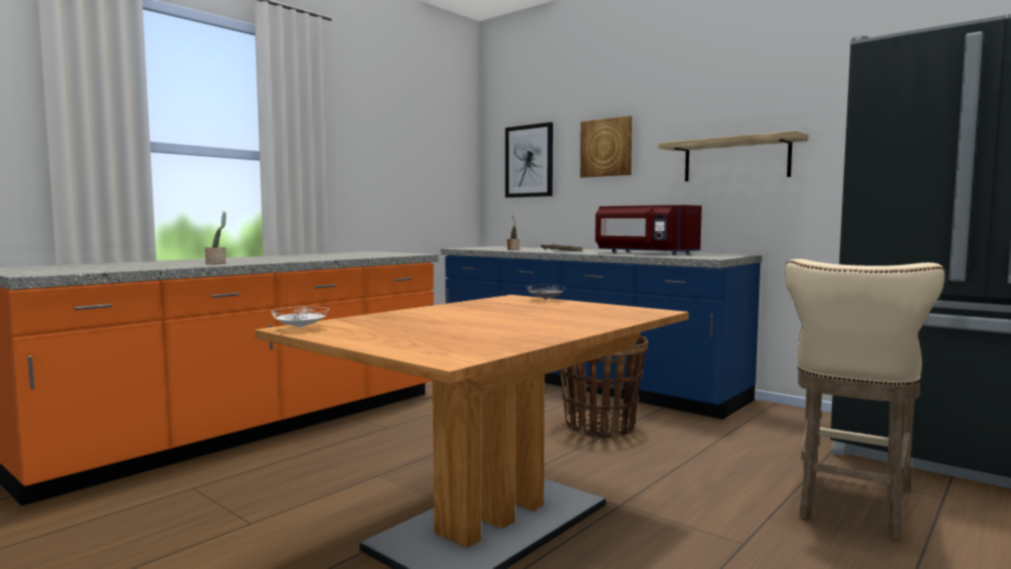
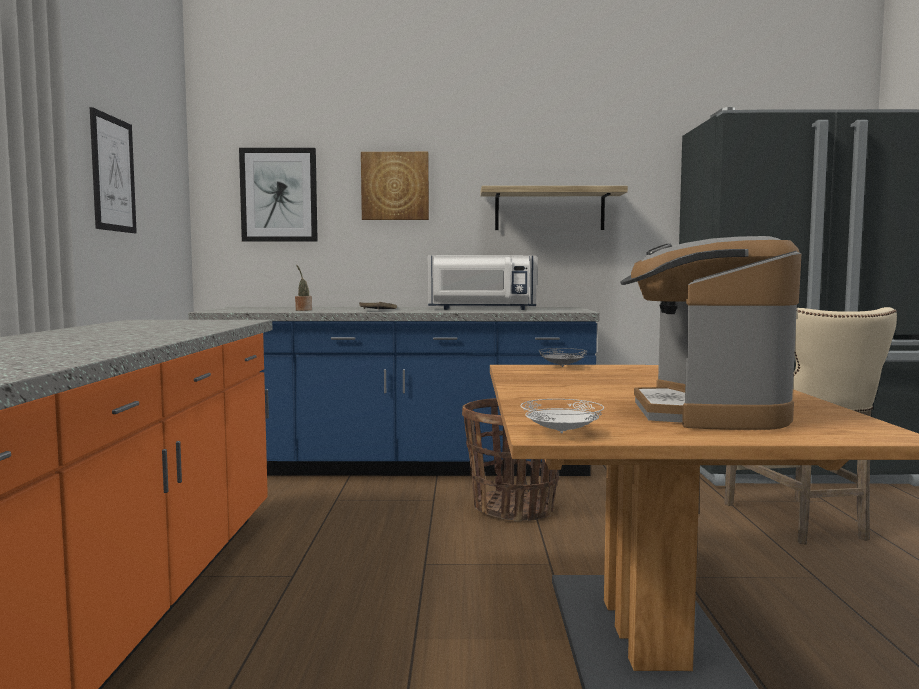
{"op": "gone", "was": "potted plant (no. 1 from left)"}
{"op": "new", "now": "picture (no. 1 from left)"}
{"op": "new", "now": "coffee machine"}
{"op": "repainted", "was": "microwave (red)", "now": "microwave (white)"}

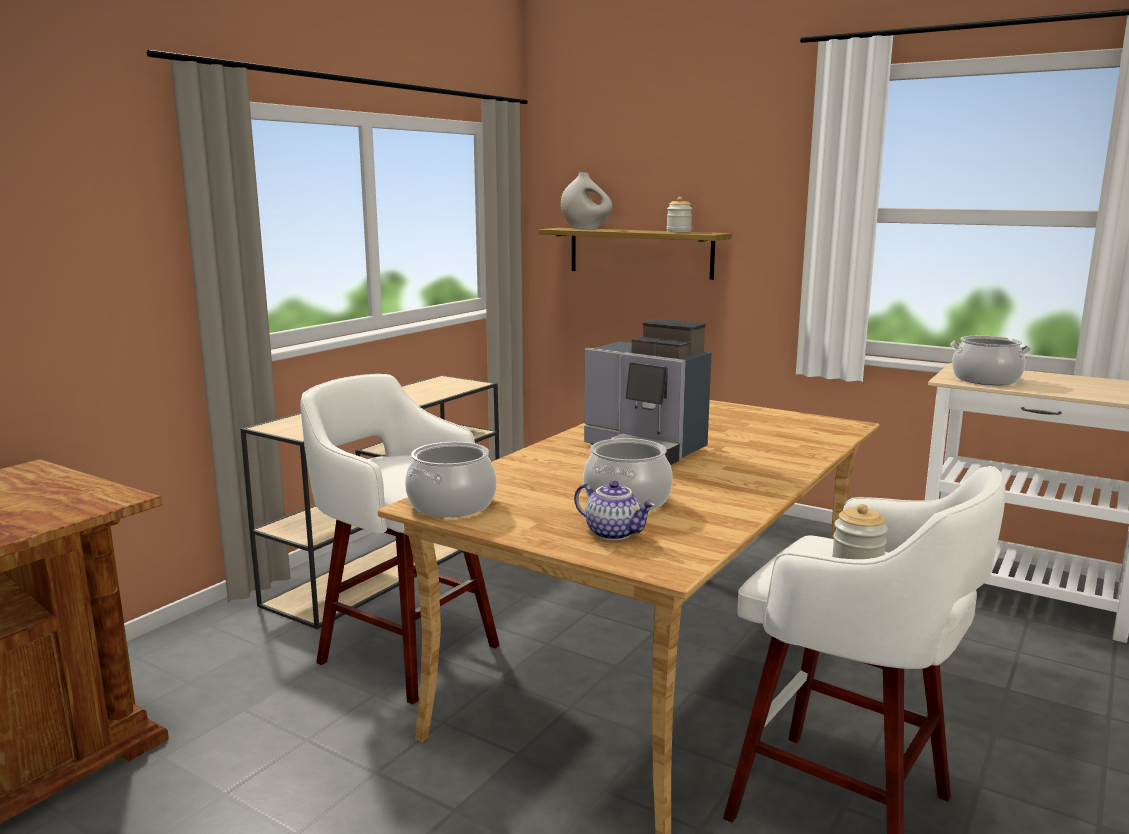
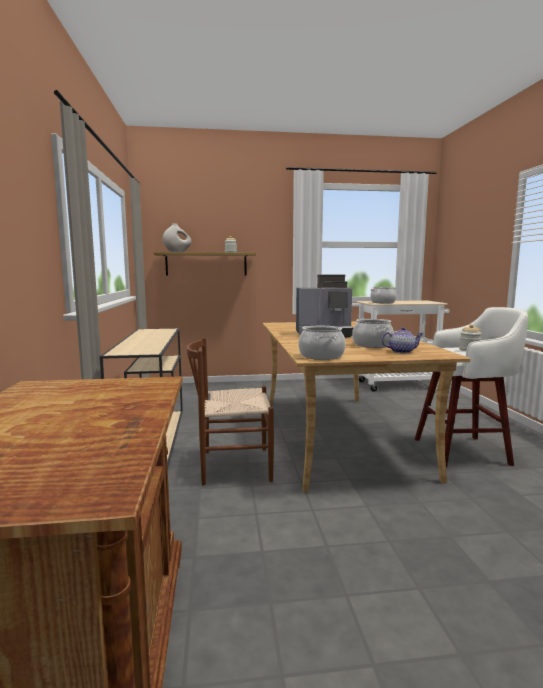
{"op": "swapped", "was": "stool (white) (no. 1 from left)", "now": "chair (brown)"}

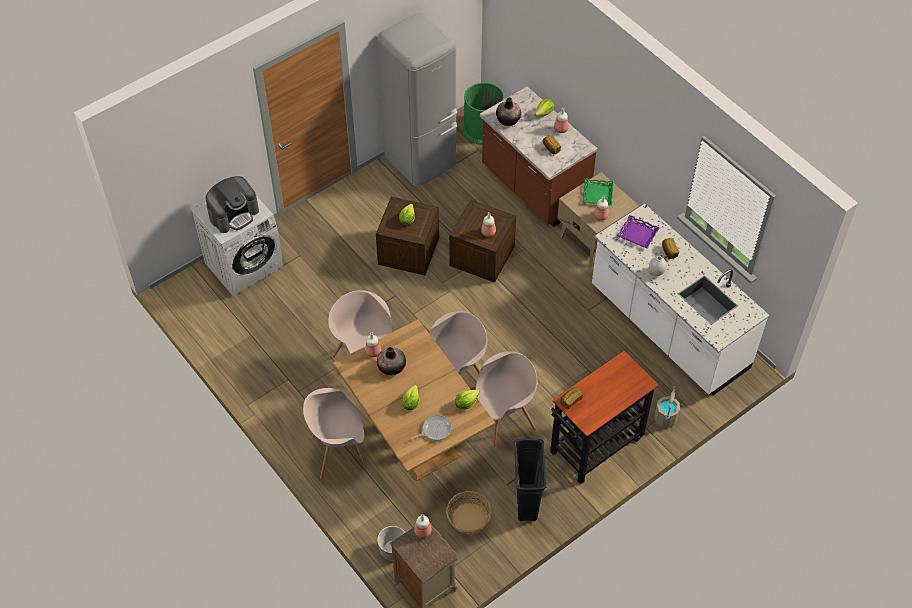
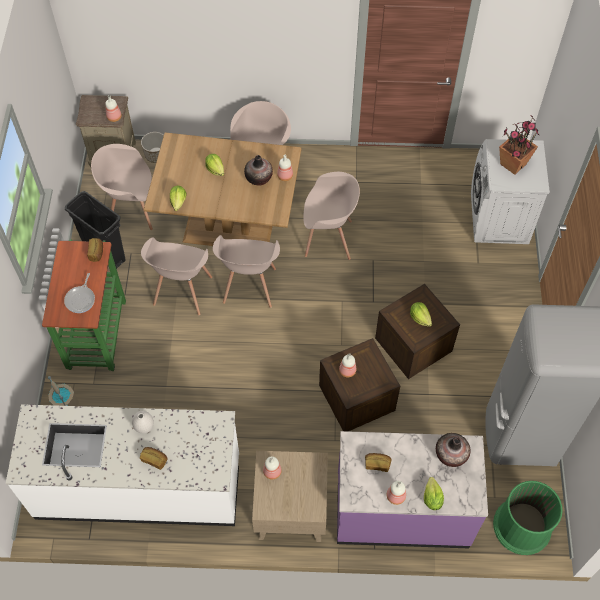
{"op": "gone", "was": "tray (green)"}
{"op": "gone", "was": "tray (purple)"}
{"op": "shifted", "was": "frying pan"}
{"op": "swapped", "was": "coffee machine", "now": "potted plant"}
{"op": "swapped", "was": "basket", "now": "chair (beige) (no. 1 from left)"}
{"op": "repainted", "was": "counter (brown)", "now": "counter (purple)"}
{"op": "repainted", "was": "cart (black)", "now": "cart (green)"}

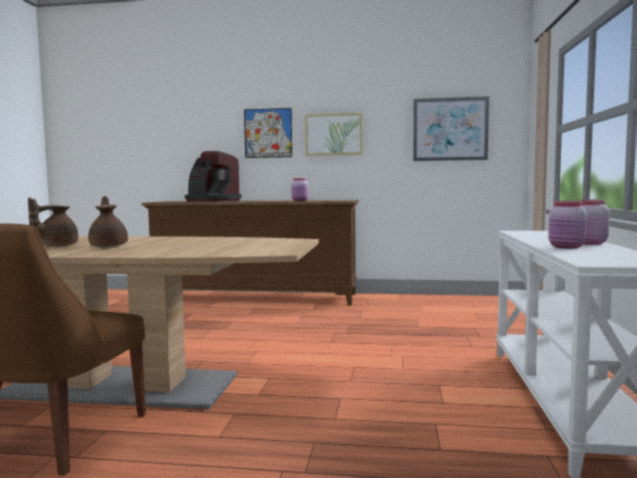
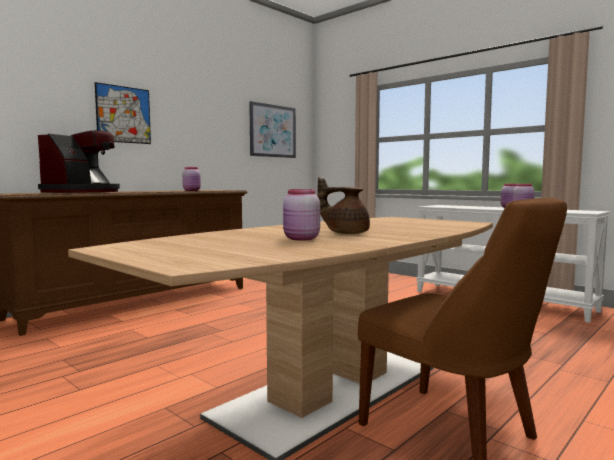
{"op": "gone", "was": "picture (no. 2 from left)"}
{"op": "swapped", "was": "teapot (brown) (no. 1 from left)", "now": "jar (pink) (no. 2 from left)"}
{"op": "rotated", "was": "coffee machine", "clockwise": -45}

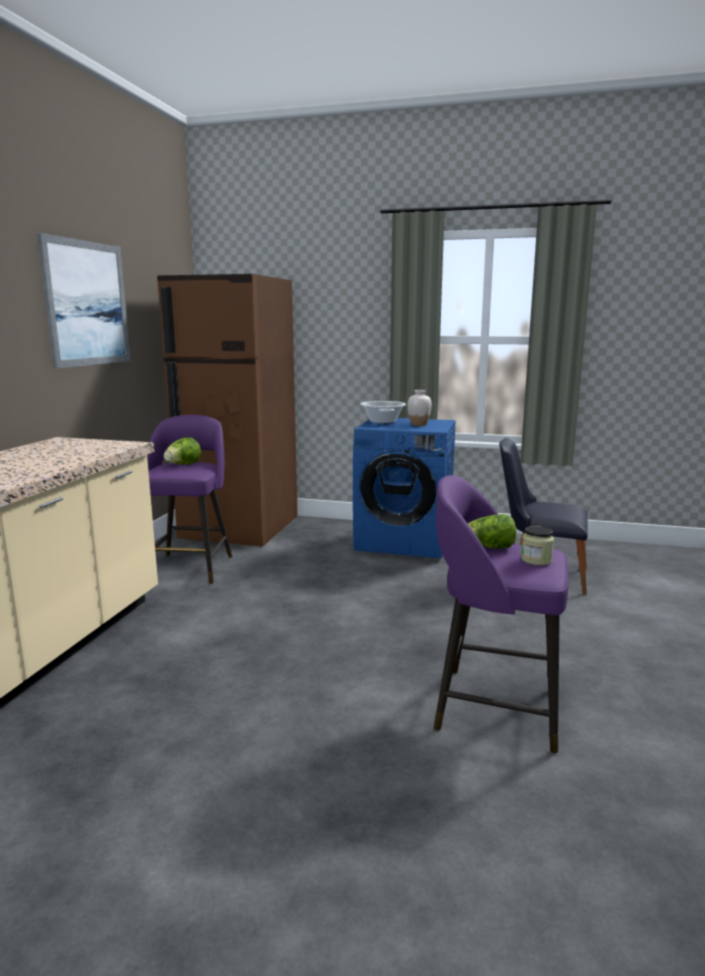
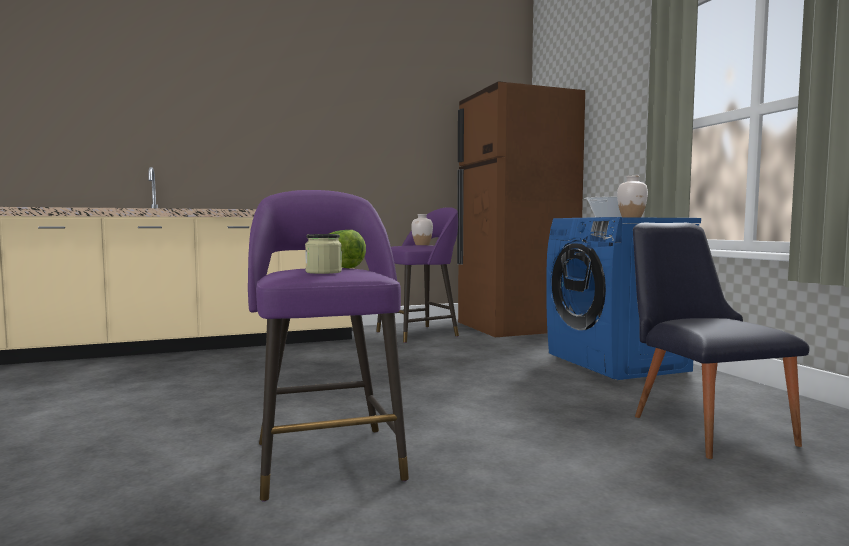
{"op": "gone", "was": "picture"}
{"op": "swapped", "was": "lettuce (no. 1 from left)", "now": "vase (white) (no. 1 from left)"}

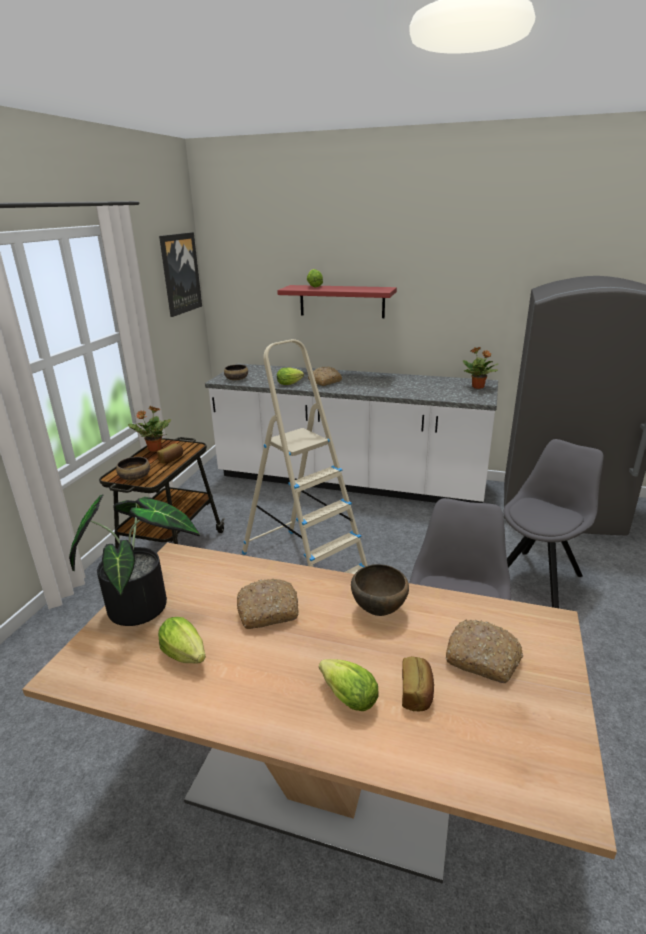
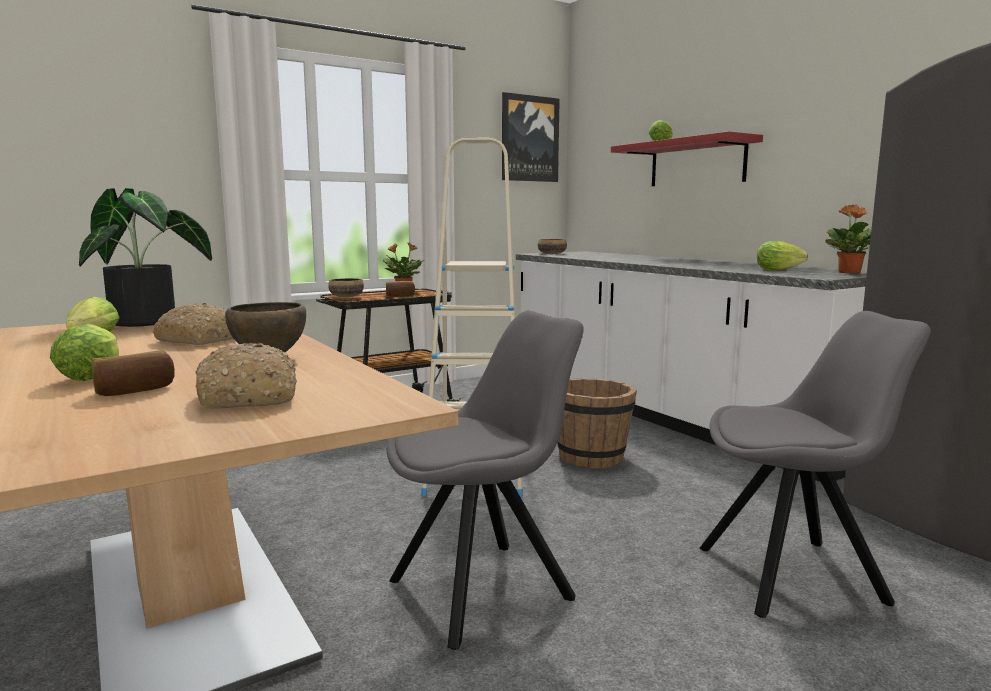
{"op": "gone", "was": "bread (no. 3 from left)"}
{"op": "new", "now": "bucket (brown)"}
{"op": "shifted", "was": "lettuce (no. 2 from left in the first image)", "now": "lettuce (no. 4 from left)"}

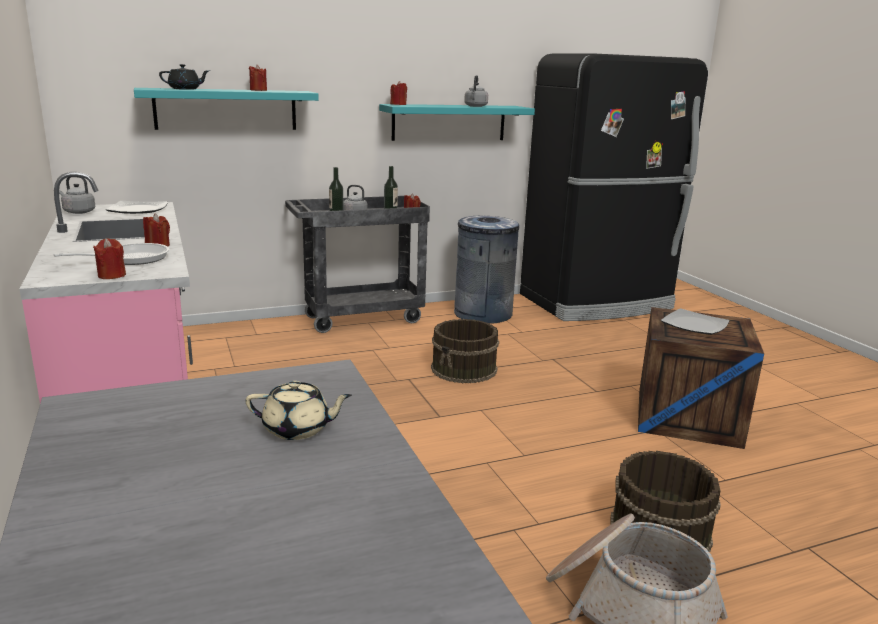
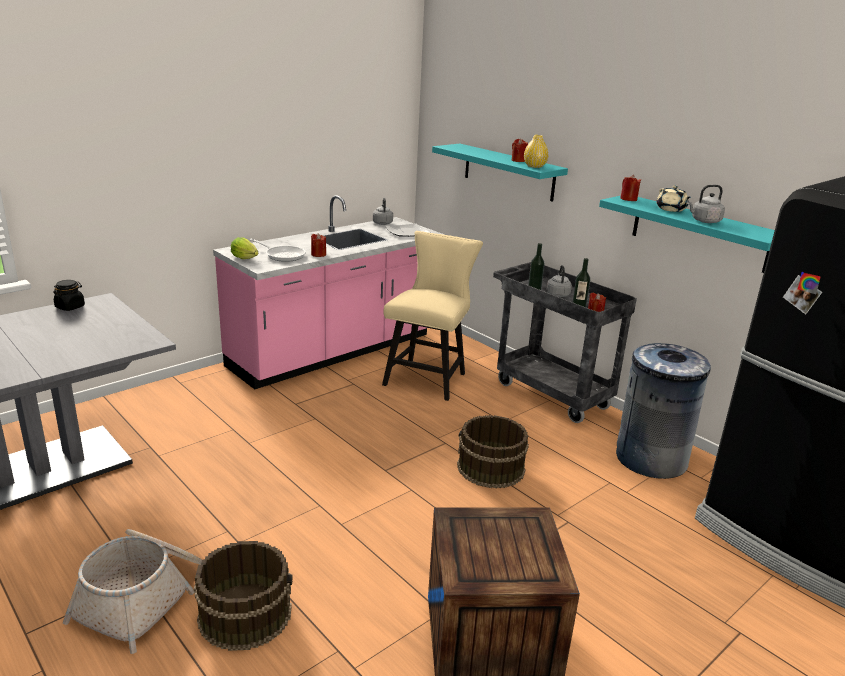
{"op": "gone", "was": "teapot (black)"}
{"op": "gone", "was": "plate (no. 2 from left)"}
{"op": "new", "now": "jar (black)"}
{"op": "new", "now": "chair (beige)"}
{"op": "new", "now": "vase (yellow)"}
{"op": "shifted", "was": "teapot (beige)"}
{"op": "swapped", "was": "candle (red) (no. 1 from left)", "now": "lettuce"}

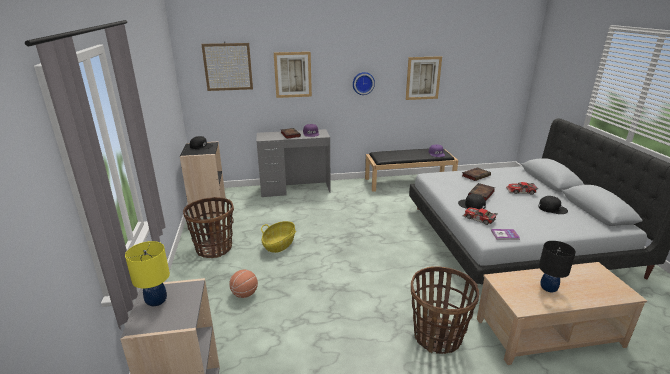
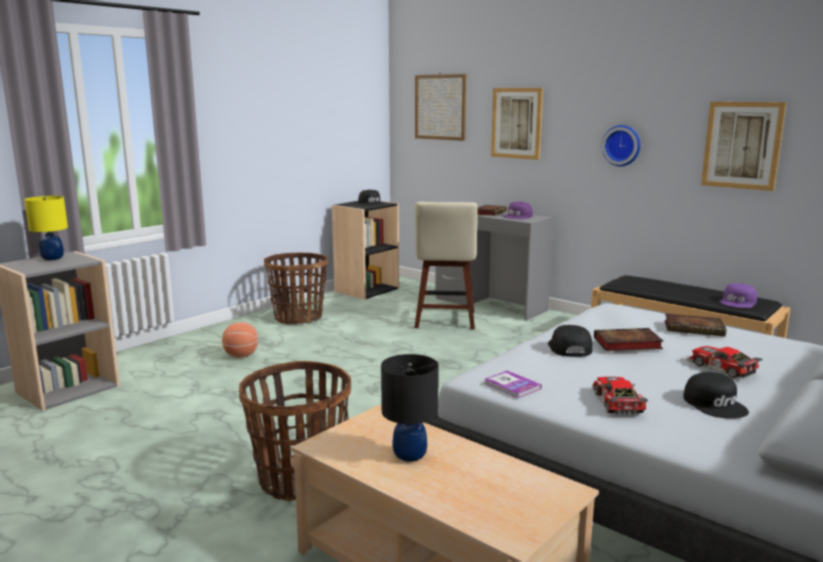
{"op": "gone", "was": "basket (no. 2 from left)"}
{"op": "new", "now": "stool (beige)"}
{"op": "shifted", "was": "toy car (no. 1 from left)"}

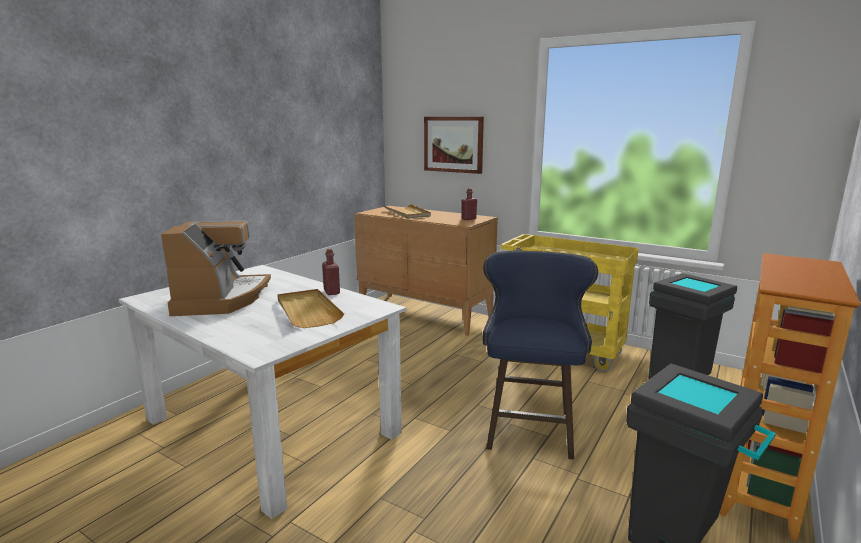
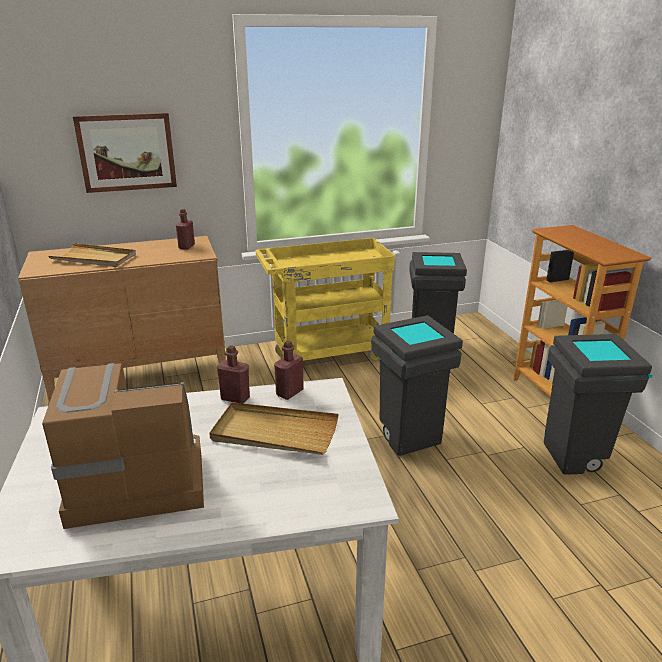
{"op": "new", "now": "bottle (red) (no. 3 from left)"}
{"op": "swapped", "was": "stool (blue)", "now": "trash can (grey) (no. 1 from left)"}
{"op": "rotated", "was": "coffee machine", "clockwise": -45}

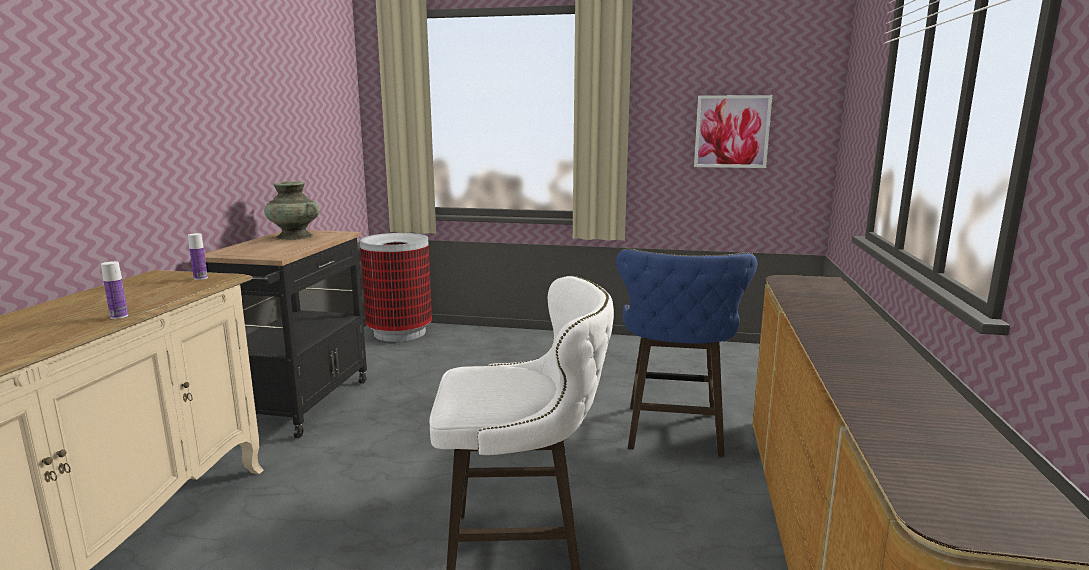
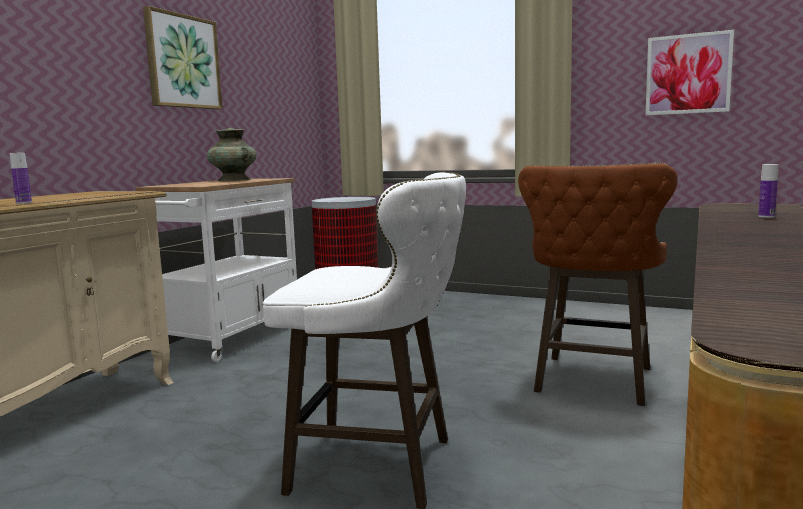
{"op": "new", "now": "picture (no. 1 from left)"}
{"op": "shifted", "was": "bottle (no. 2 from left)"}
{"op": "repainted", "was": "cart (black)", "now": "cart (white)"}
{"op": "repainted", "was": "stool (blue)", "now": "stool (brown)"}

